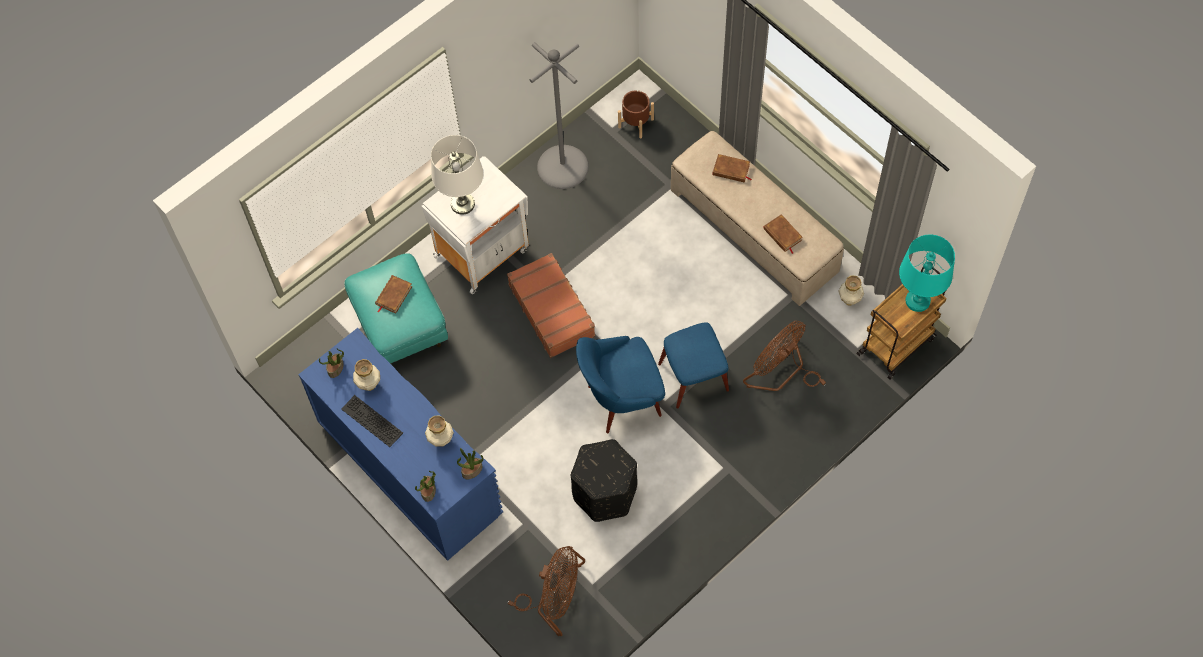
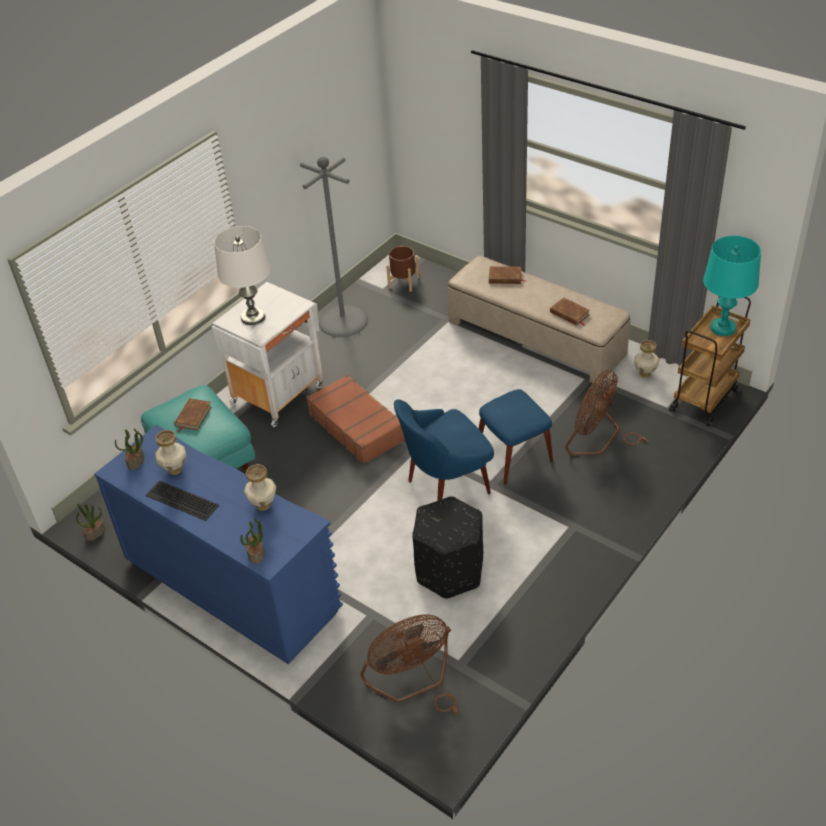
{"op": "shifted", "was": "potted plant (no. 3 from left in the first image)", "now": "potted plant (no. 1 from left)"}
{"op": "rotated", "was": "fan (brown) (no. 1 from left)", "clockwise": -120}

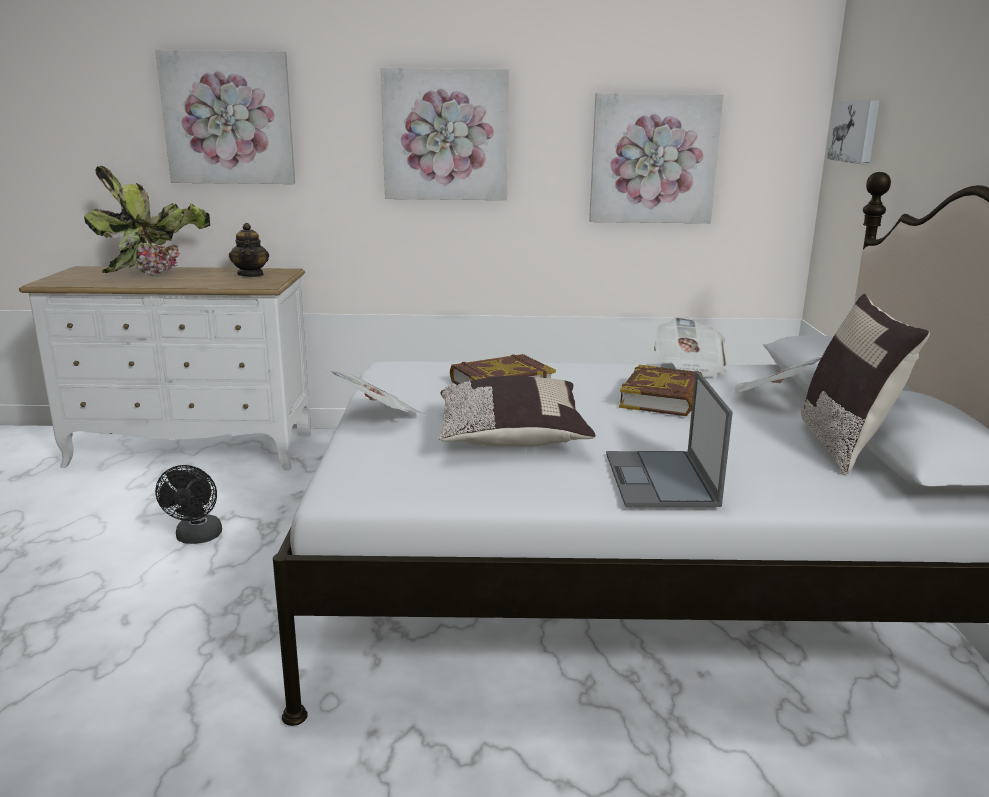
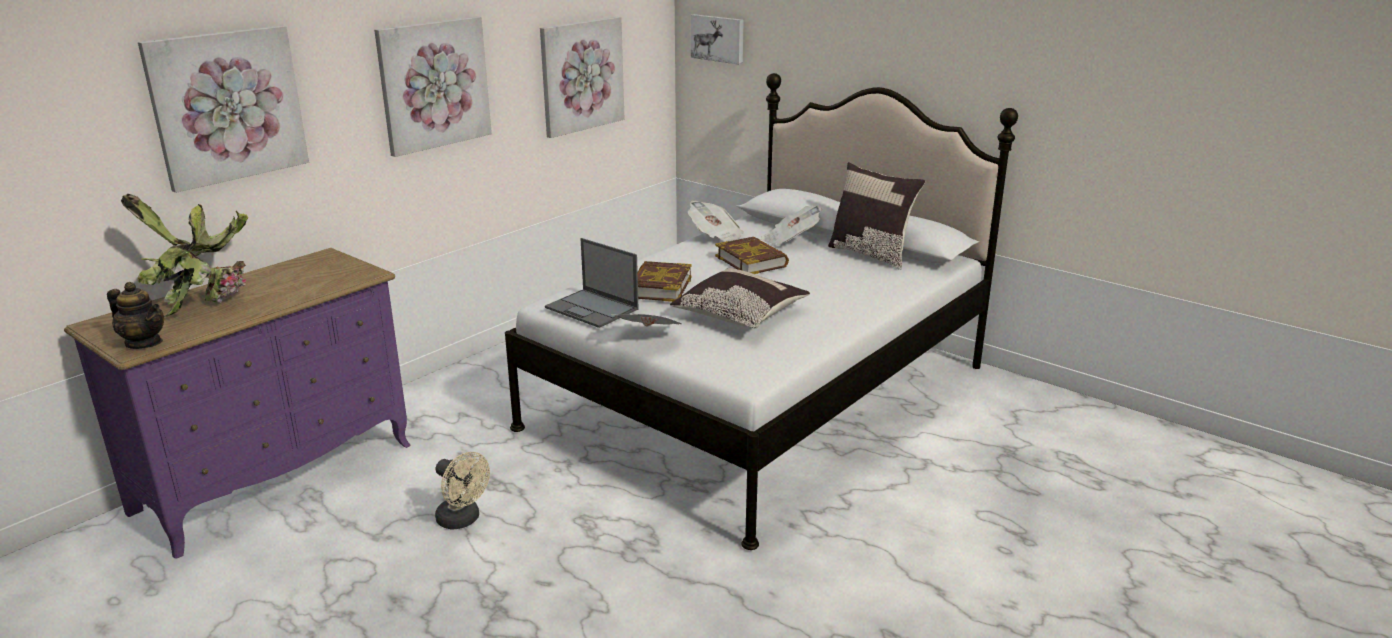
{"op": "shifted", "was": "teapot"}
{"op": "shifted", "was": "laptop"}
{"op": "repainted", "was": "dresser (white)", "now": "dresser (purple)"}
{"op": "repainted", "was": "fan (black)", "now": "fan (beige)"}

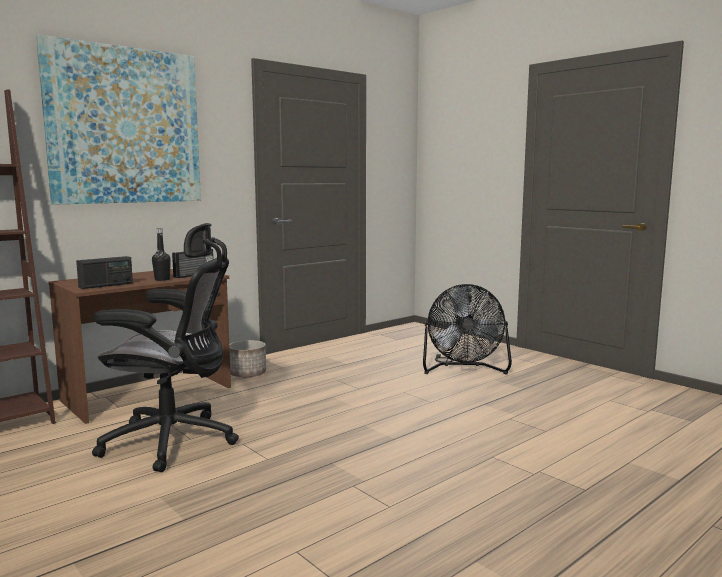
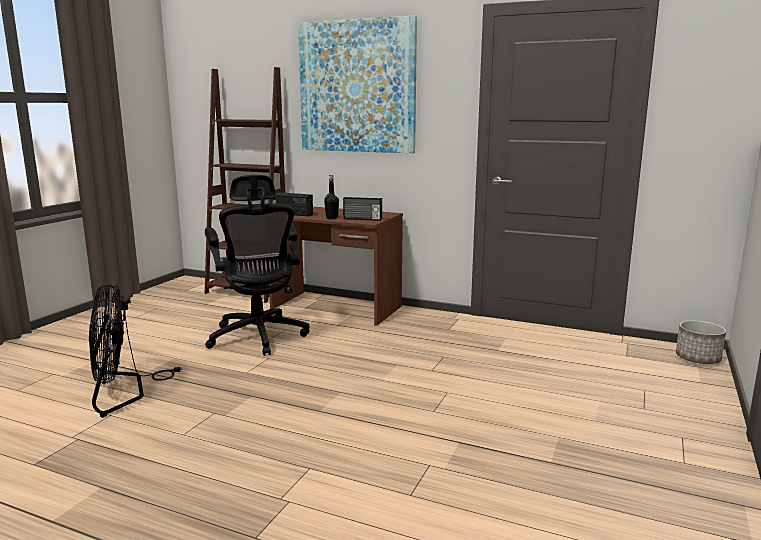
{"op": "shifted", "was": "planter"}
{"op": "shifted", "was": "fan (black)"}

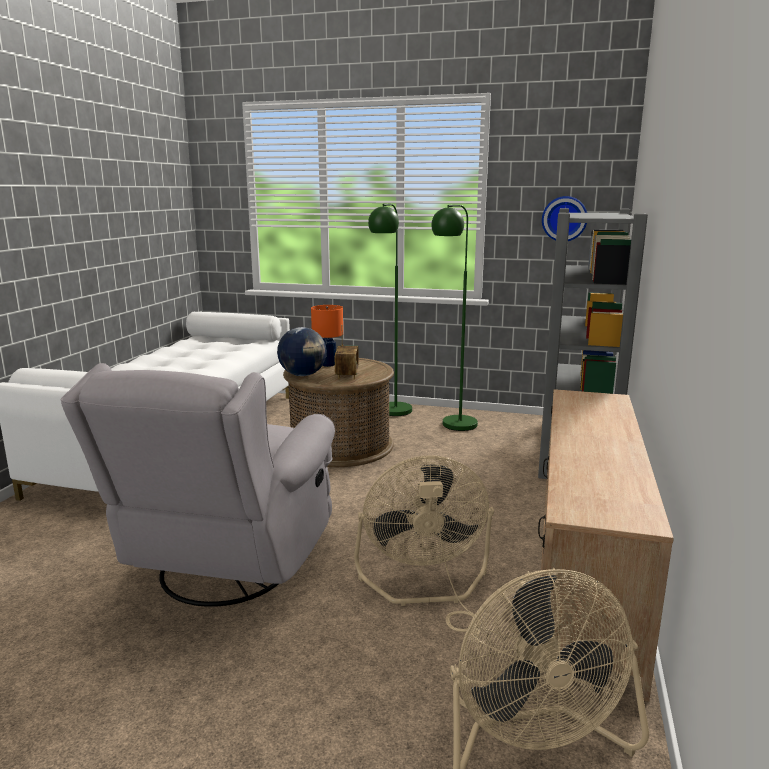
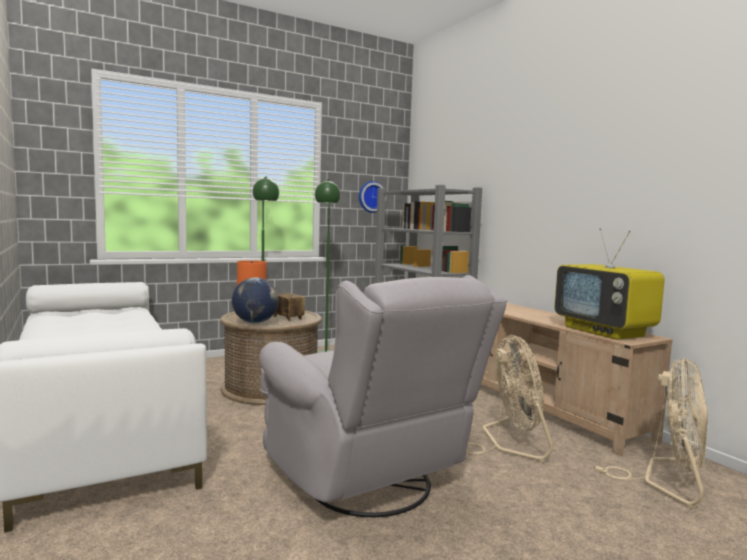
{"op": "new", "now": "television"}
{"op": "rotated", "was": "fan (beige) (no. 1 from left)", "clockwise": 135}

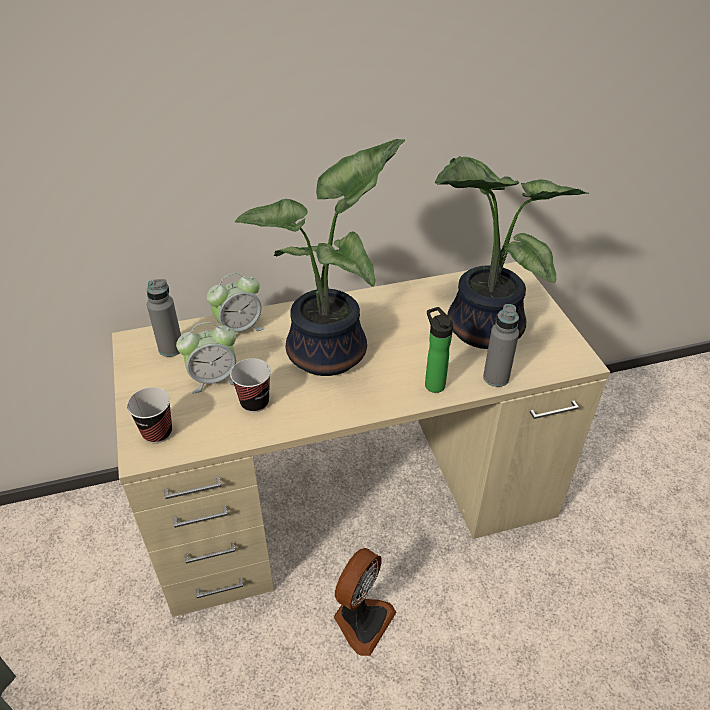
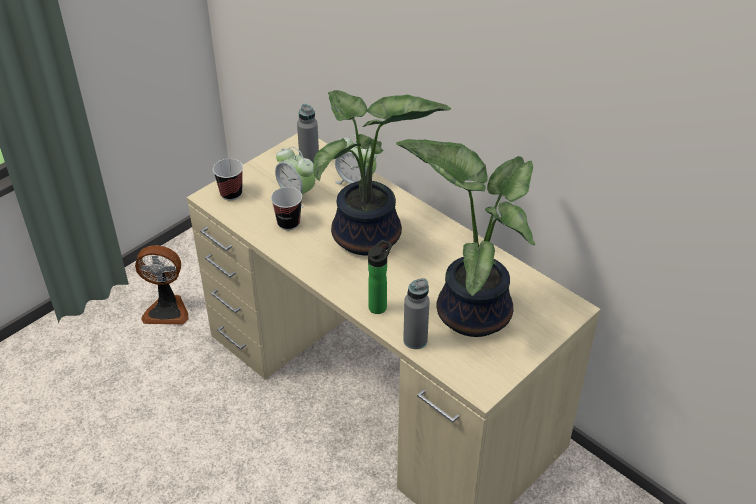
{"op": "shifted", "was": "fan"}

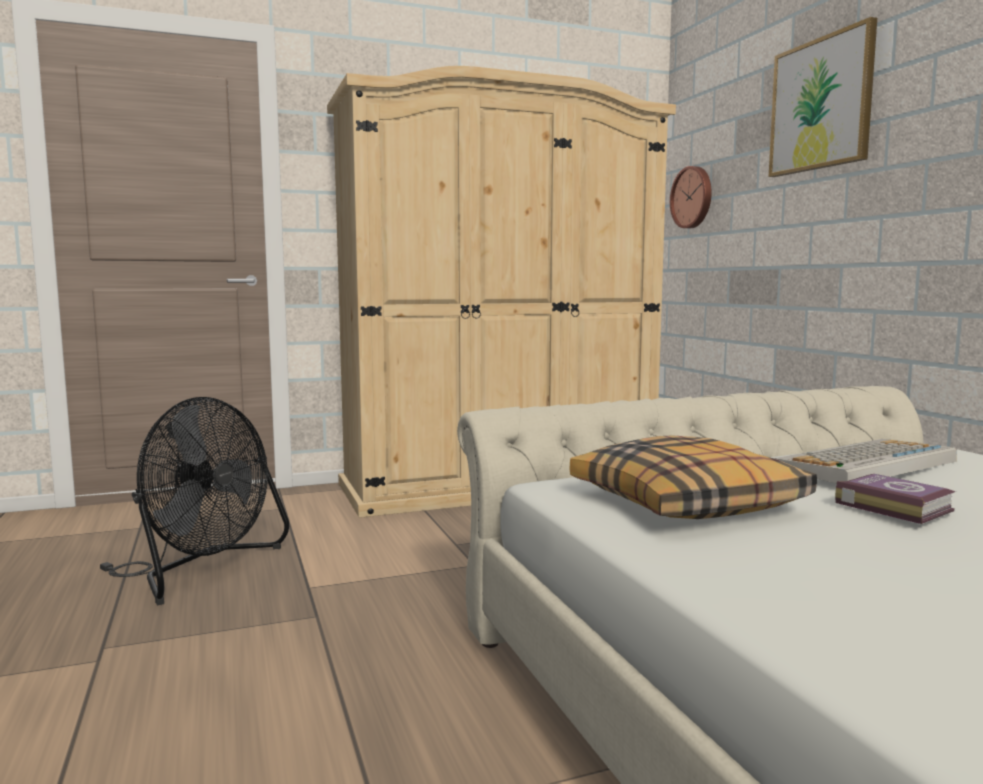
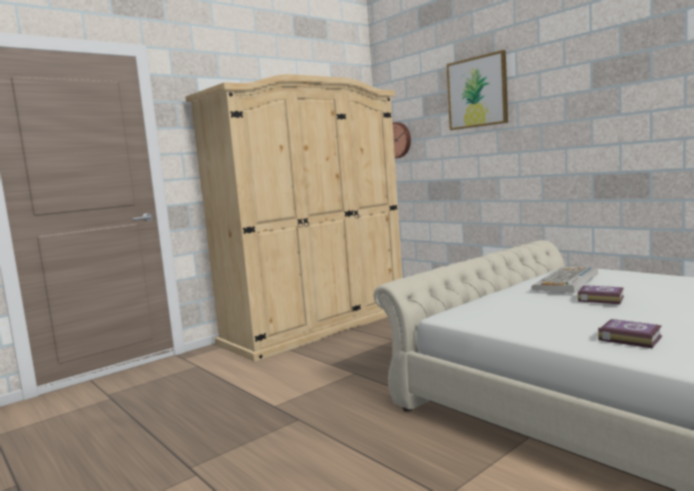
{"op": "gone", "was": "fan (black)"}
{"op": "gone", "was": "pillow"}
{"op": "new", "now": "book (no. 2 from left)"}

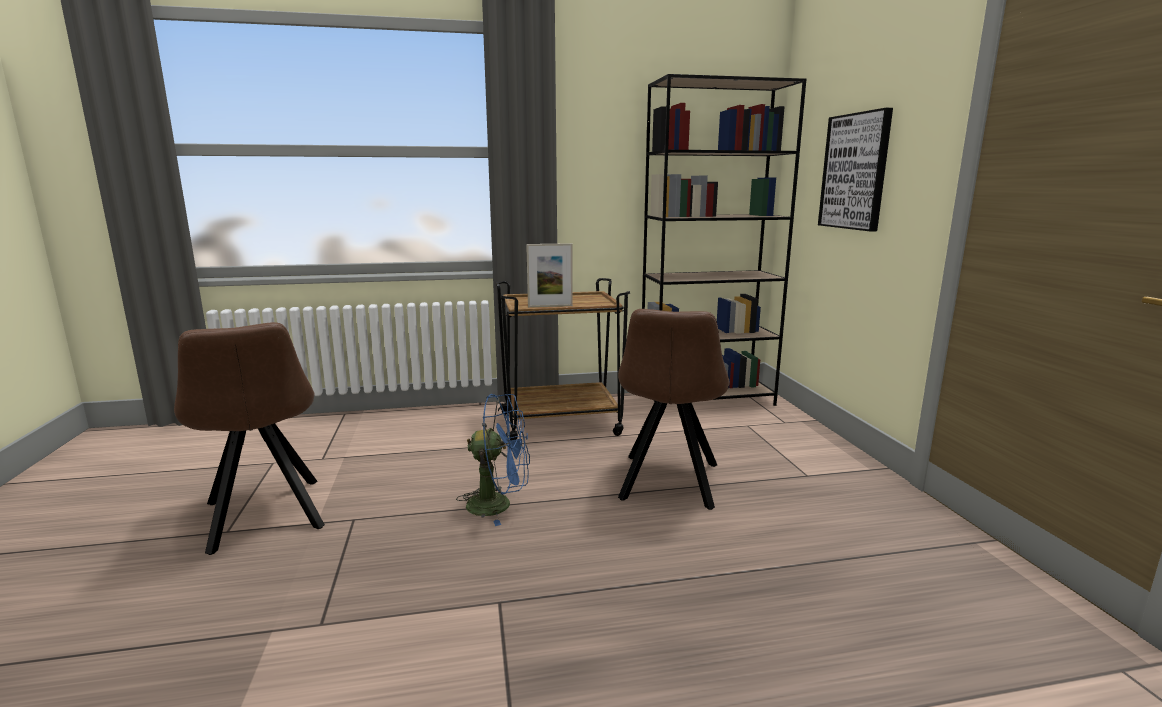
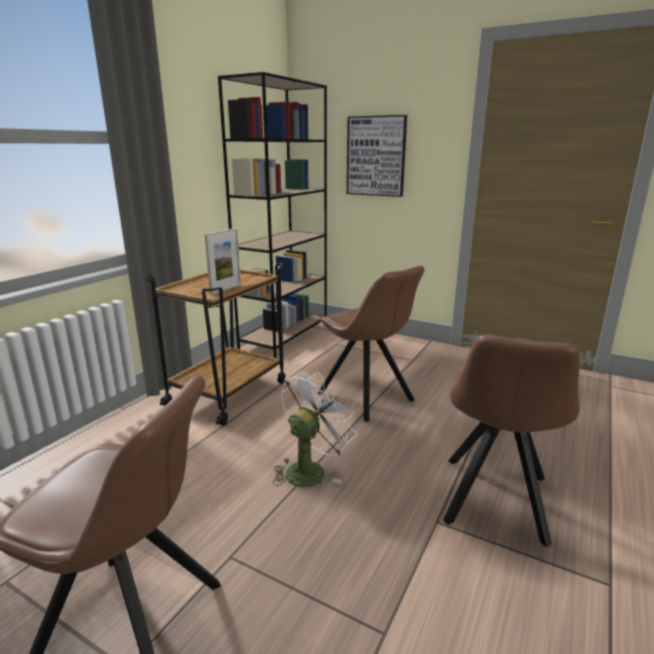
{"op": "new", "now": "chair (brown) (no. 3 from left)"}
{"op": "repainted", "was": "fan (blue)", "now": "fan (white)"}

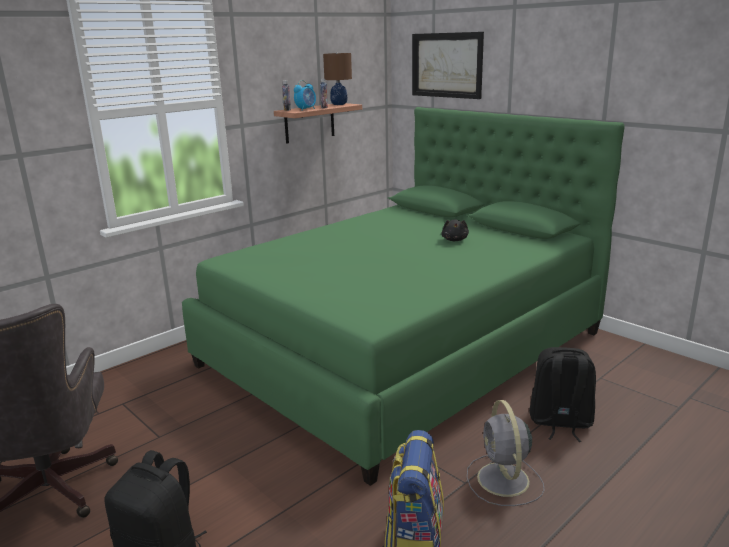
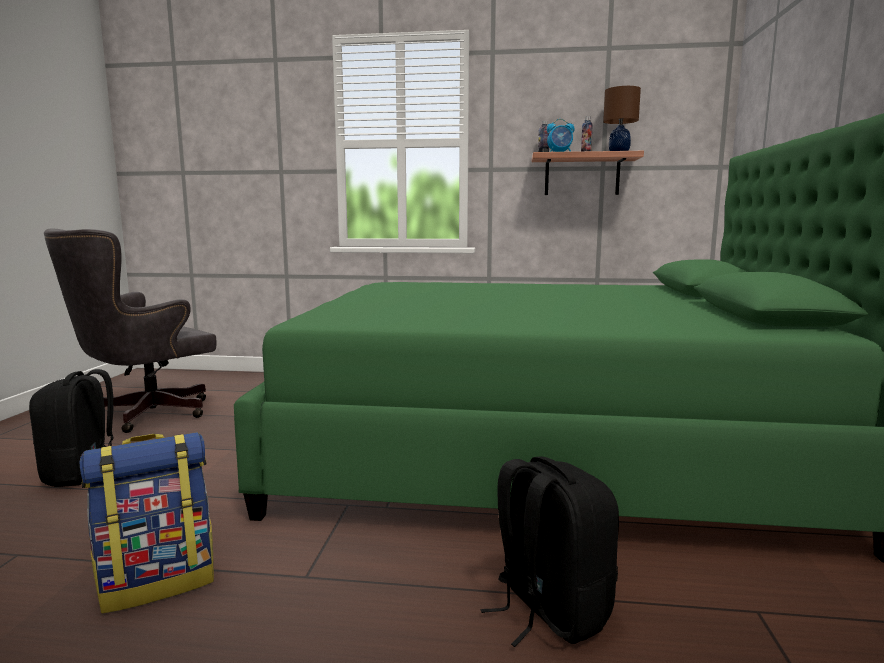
{"op": "gone", "was": "picture"}
{"op": "gone", "was": "plush toy (black)"}
{"op": "gone", "was": "fan (grey)"}

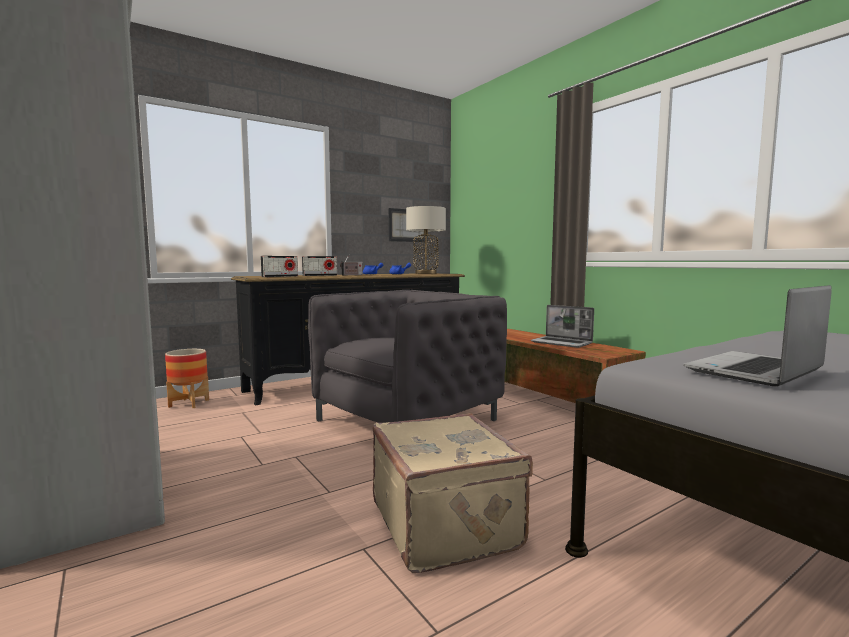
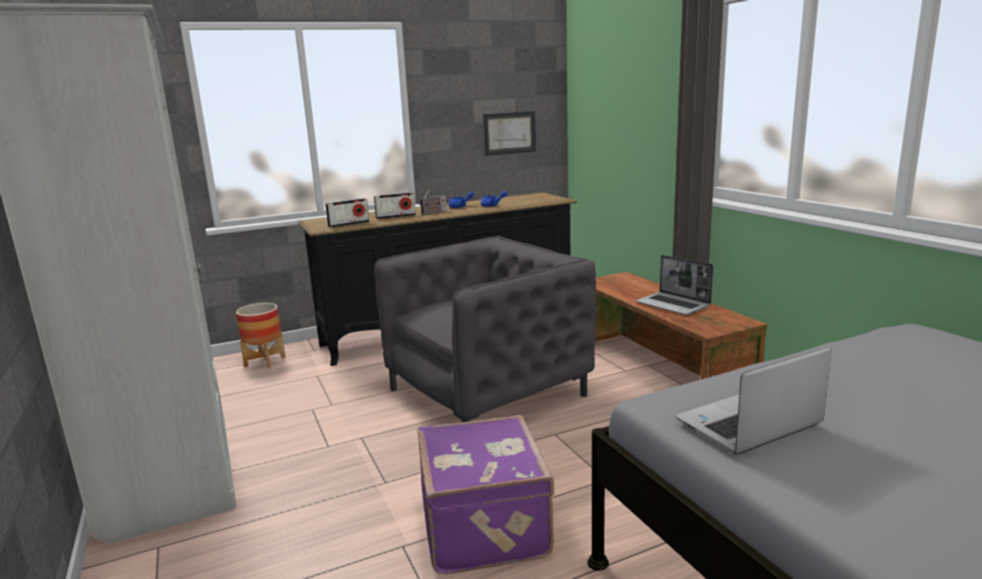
{"op": "gone", "was": "table lamp"}
{"op": "repainted", "was": "suitcase (beige)", "now": "suitcase (purple)"}

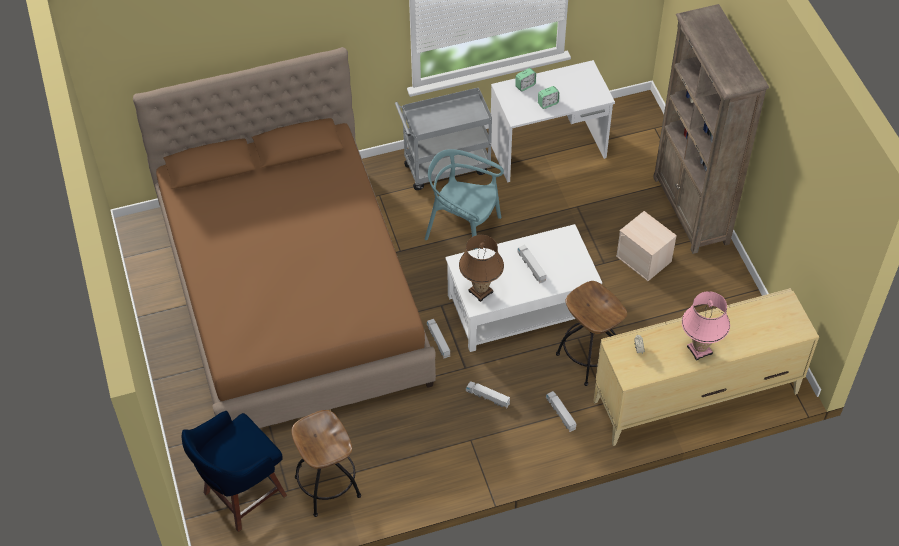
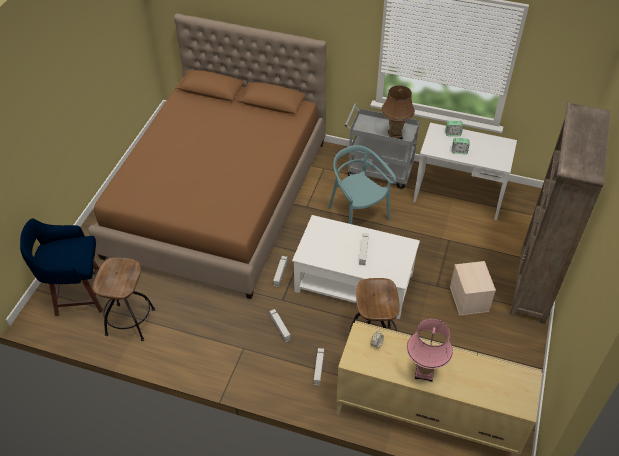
{"op": "shifted", "was": "table lamp (brown)"}

